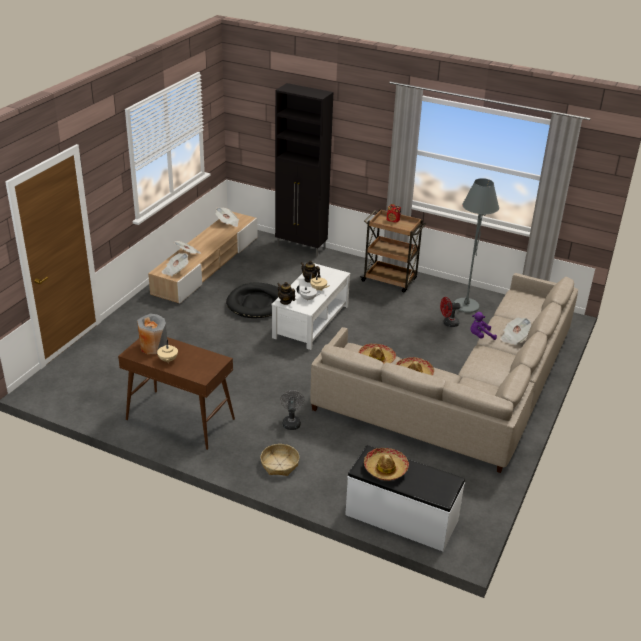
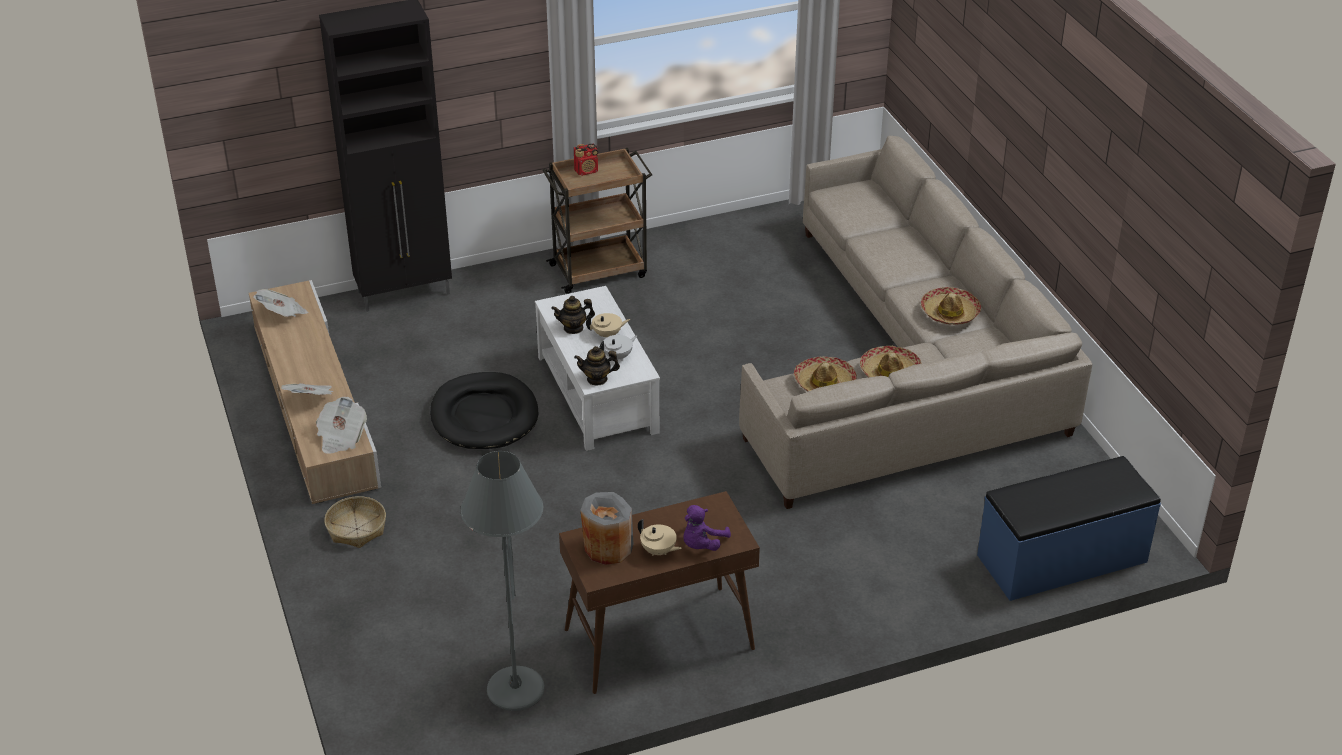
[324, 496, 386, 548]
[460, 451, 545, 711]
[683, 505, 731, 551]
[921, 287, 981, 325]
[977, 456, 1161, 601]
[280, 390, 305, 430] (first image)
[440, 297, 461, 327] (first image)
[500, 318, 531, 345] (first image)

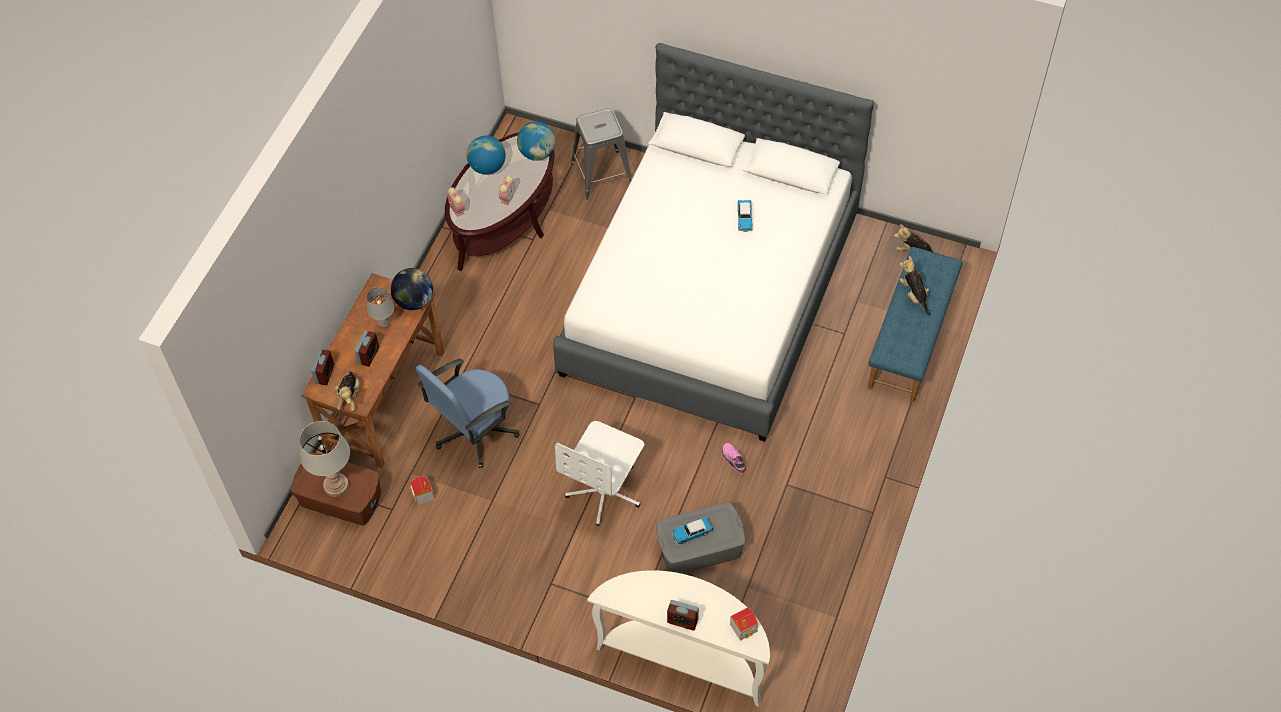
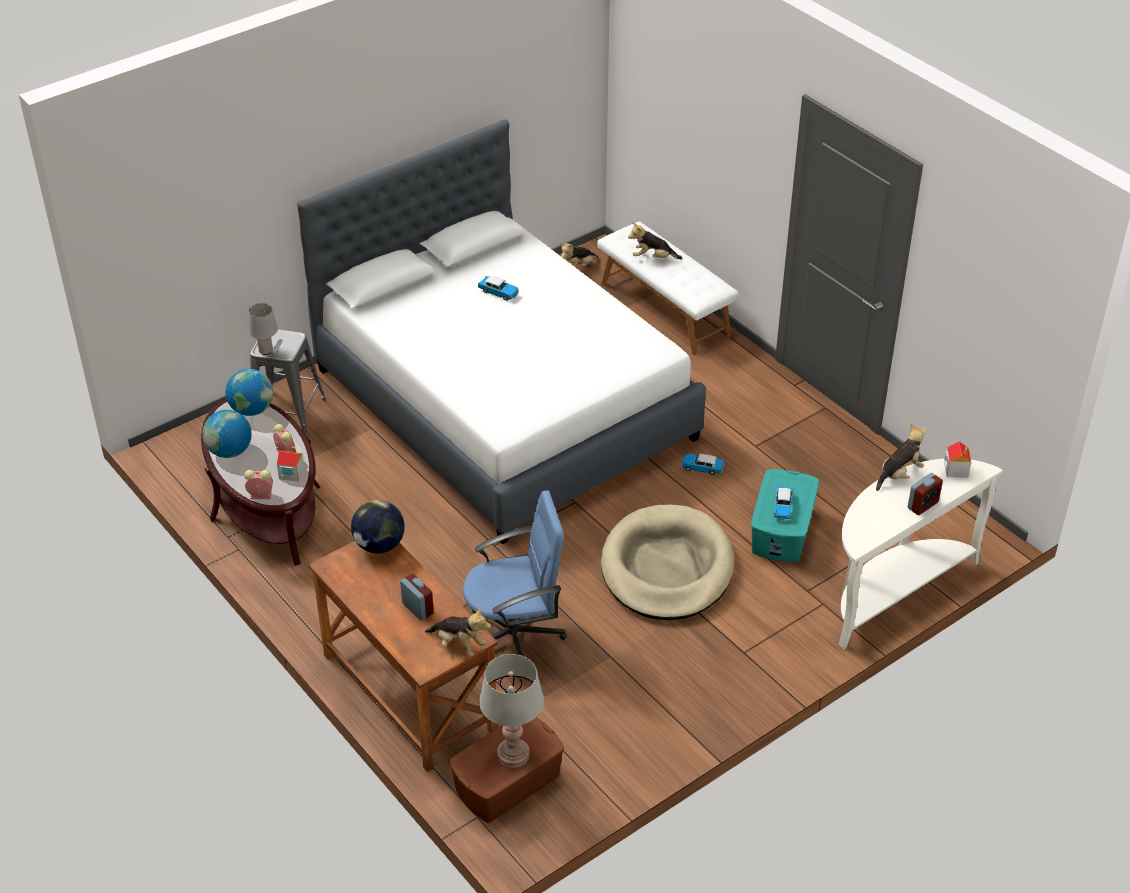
[248, 303, 278, 355]
[277, 446, 304, 482]
[463, 490, 567, 656]
[597, 222, 739, 355]
[601, 505, 734, 620]
[681, 453, 724, 475]
[751, 469, 819, 562]
[876, 424, 926, 491]
[311, 349, 334, 385] (first image)

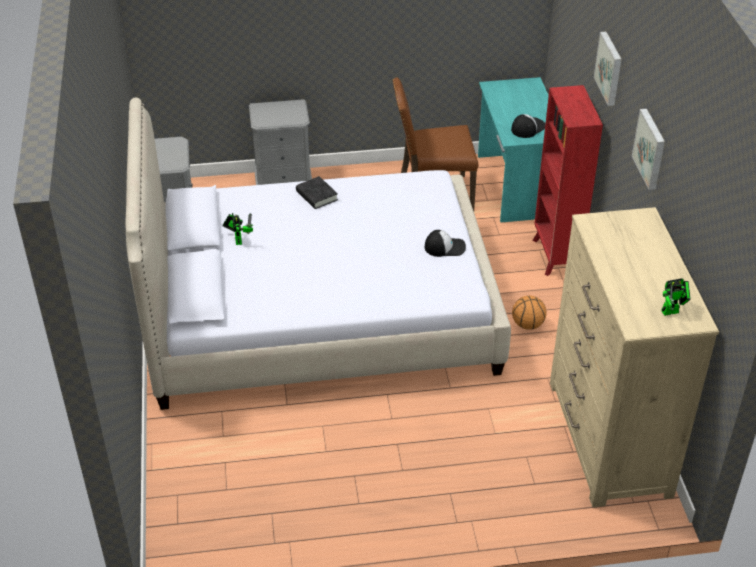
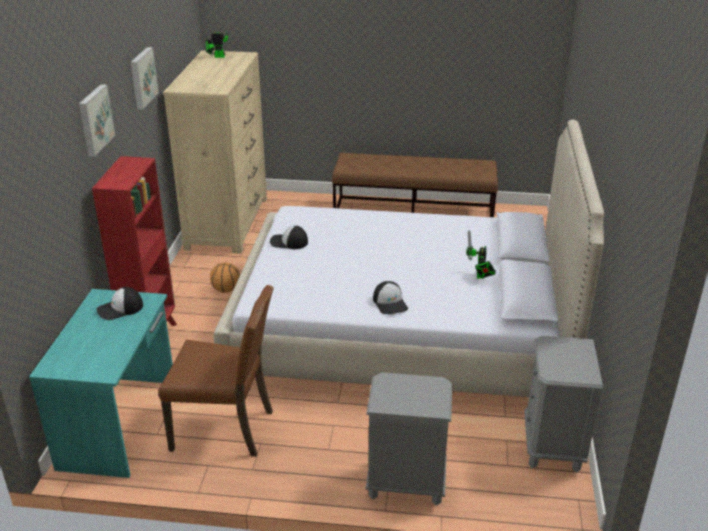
[332, 153, 498, 217]
[373, 281, 408, 314]

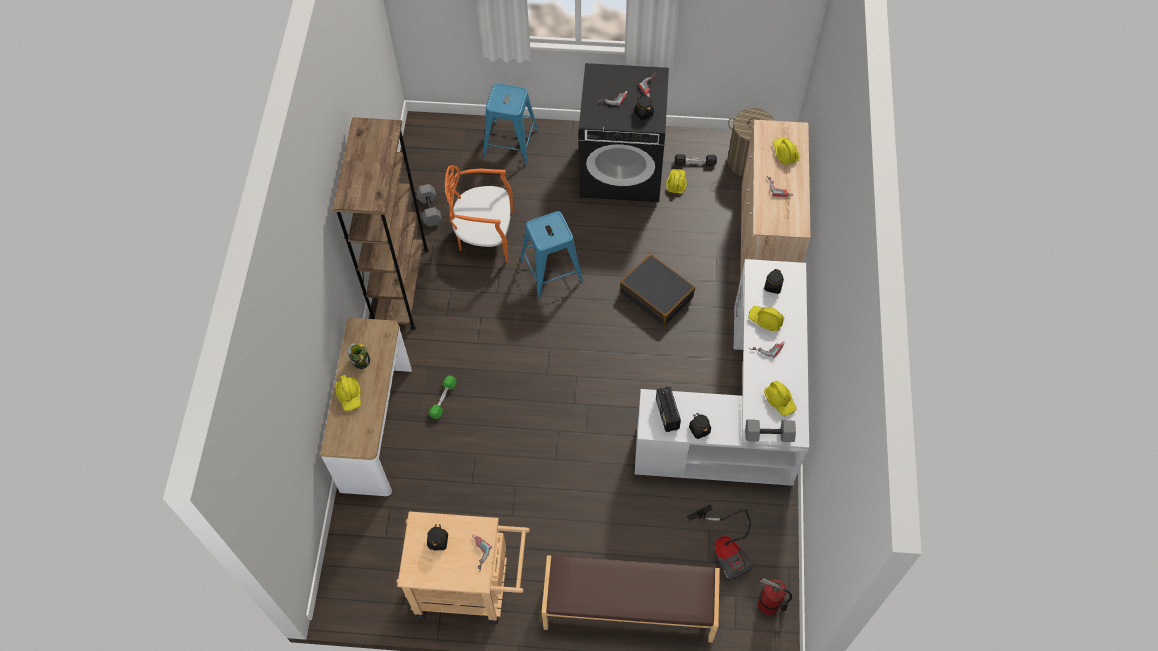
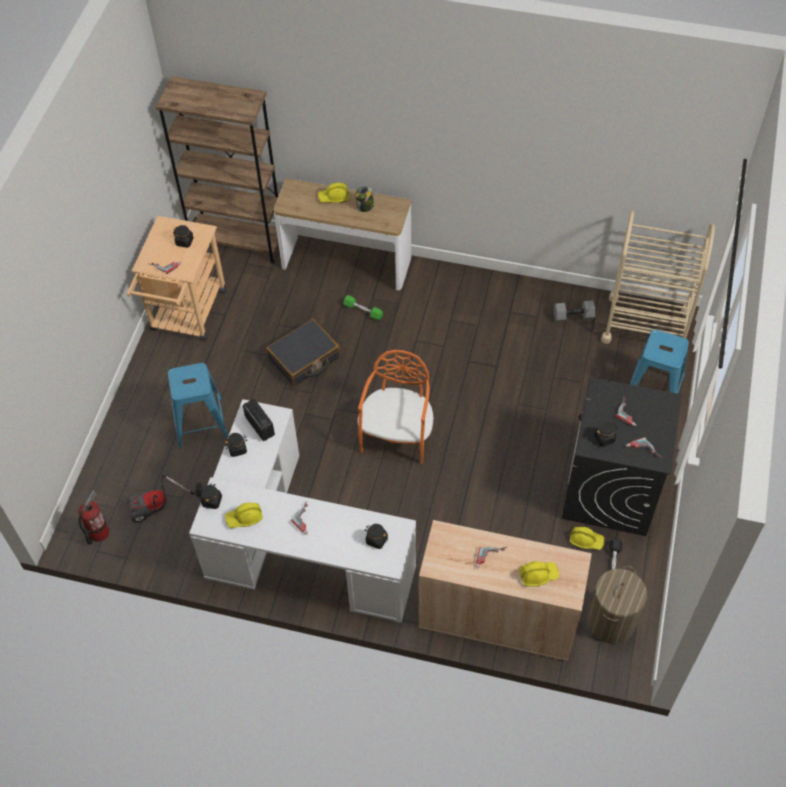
[156, 76, 278, 264]
[168, 363, 228, 448]
[201, 483, 222, 509]
[243, 399, 275, 441]
[266, 319, 340, 386]
[358, 350, 433, 464]
[601, 210, 715, 344]
[542, 555, 720, 642] (first image)
[748, 306, 784, 331] (first image)

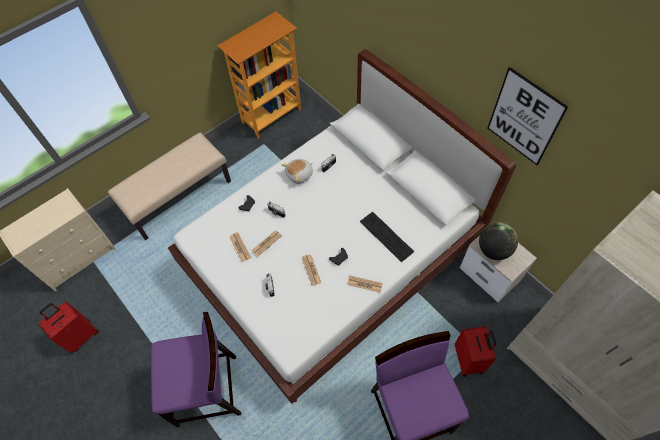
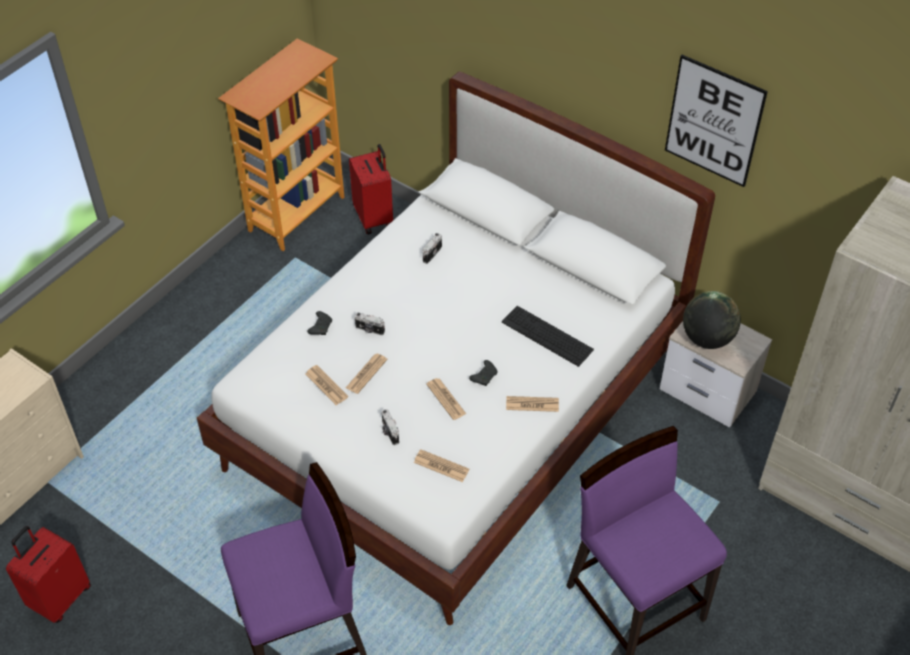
[349, 144, 393, 234]
[414, 450, 469, 482]
[108, 133, 231, 240] (first image)
[282, 159, 313, 184] (first image)

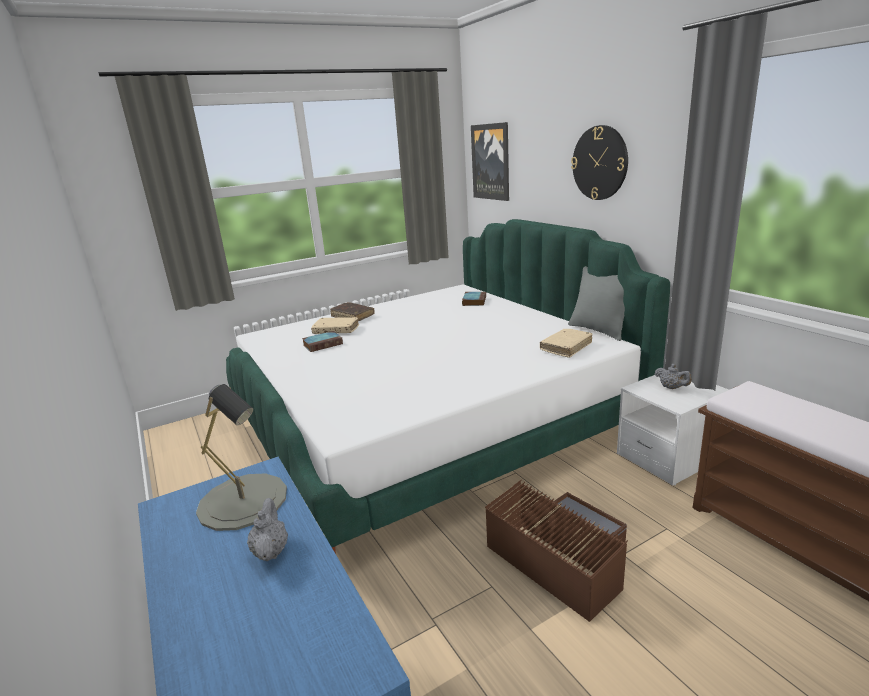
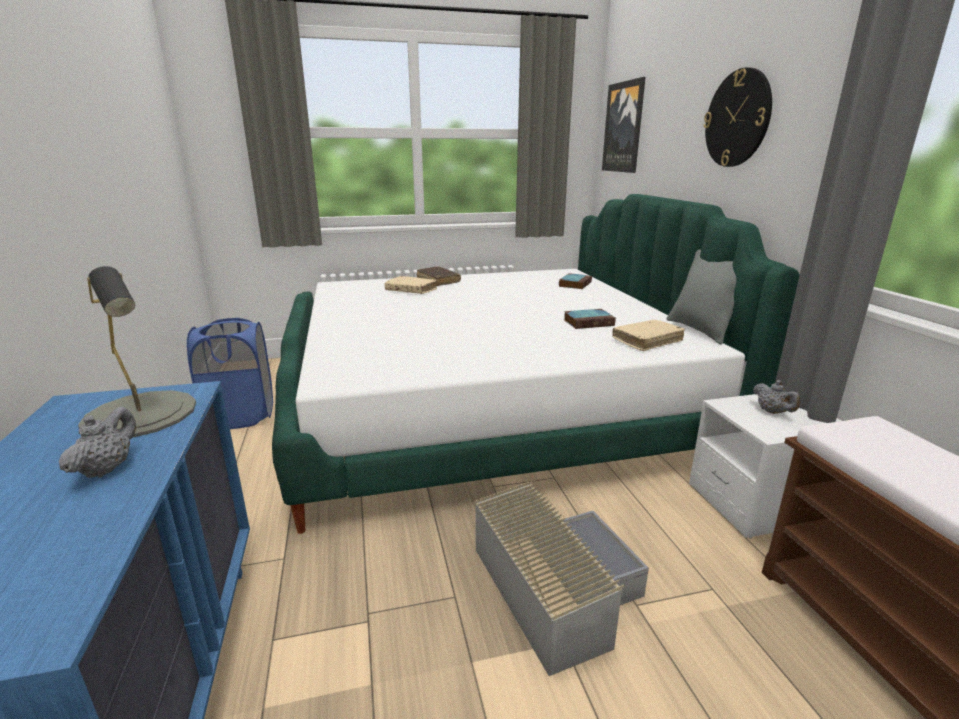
[187, 318, 273, 429]
[474, 481, 649, 676]
[564, 309, 616, 329]

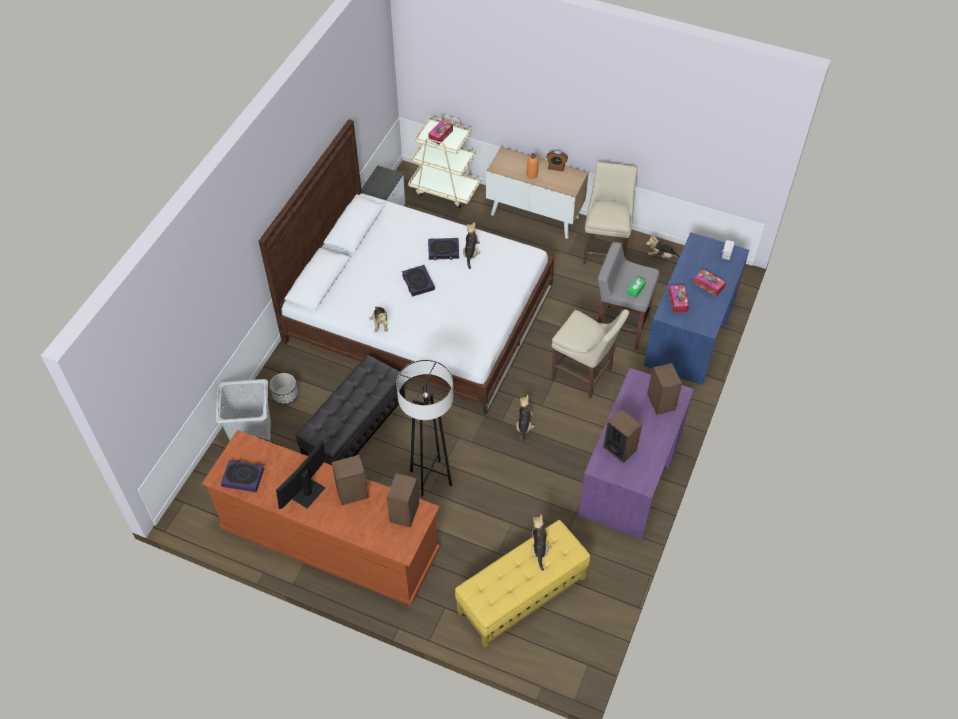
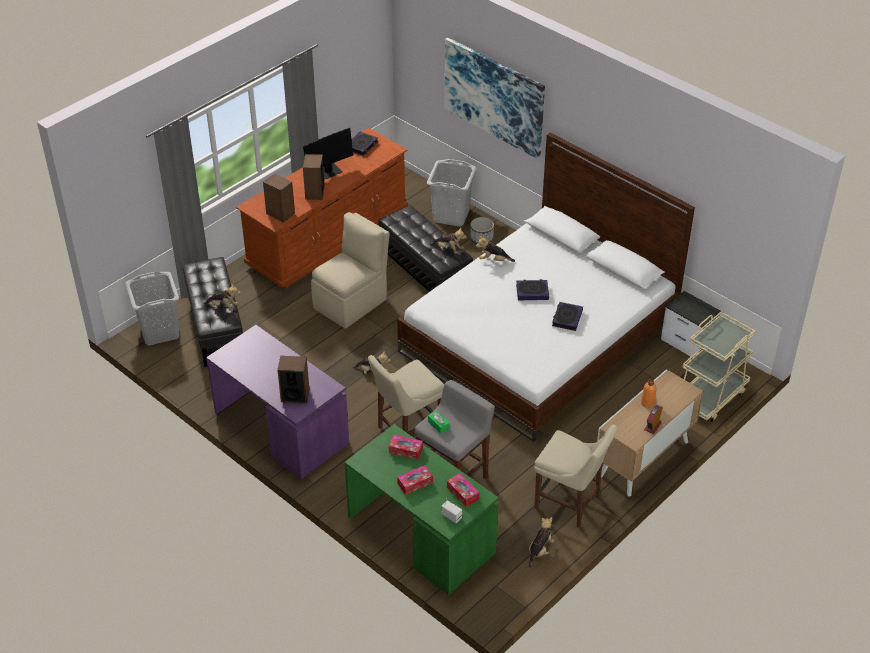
[125, 271, 180, 345]
[183, 257, 243, 367]
[303, 128, 353, 180]
[311, 212, 390, 328]
[345, 424, 499, 595]
[430, 227, 467, 254]
[445, 38, 545, 159]
[447, 473, 480, 507]
[603, 409, 642, 463] (first image)

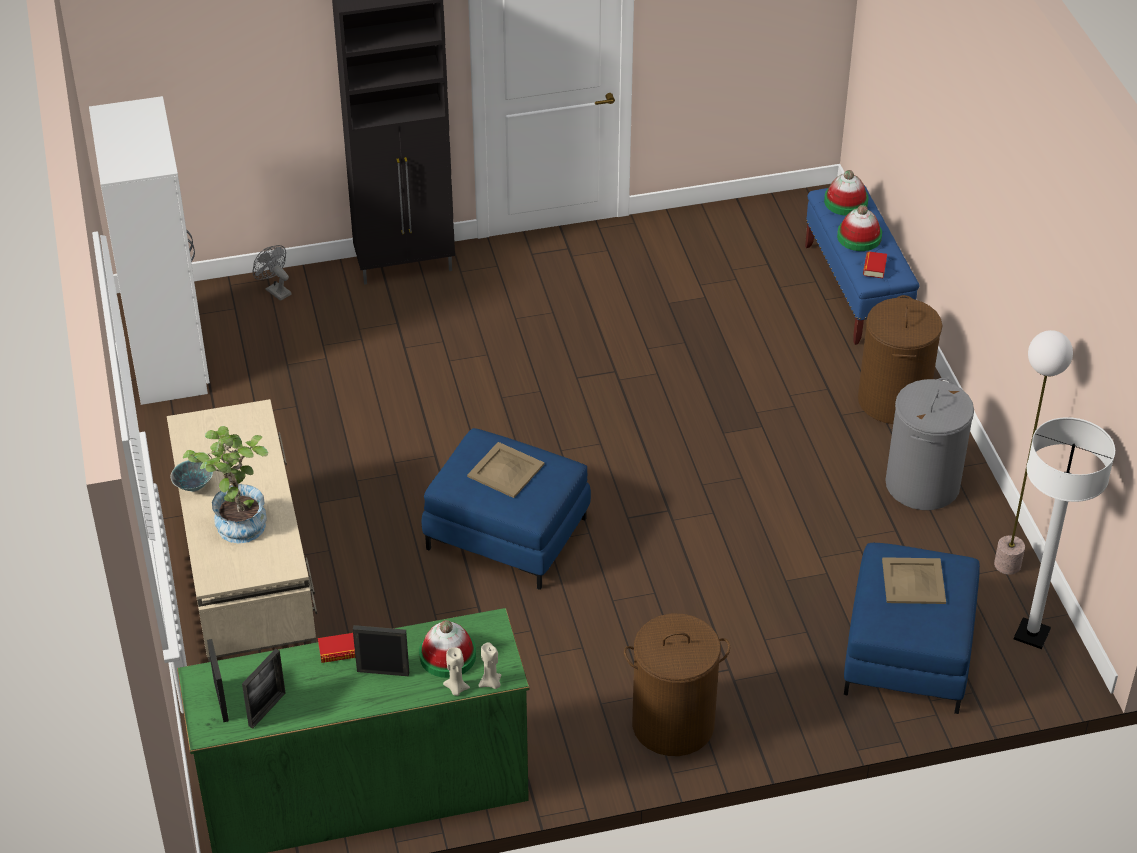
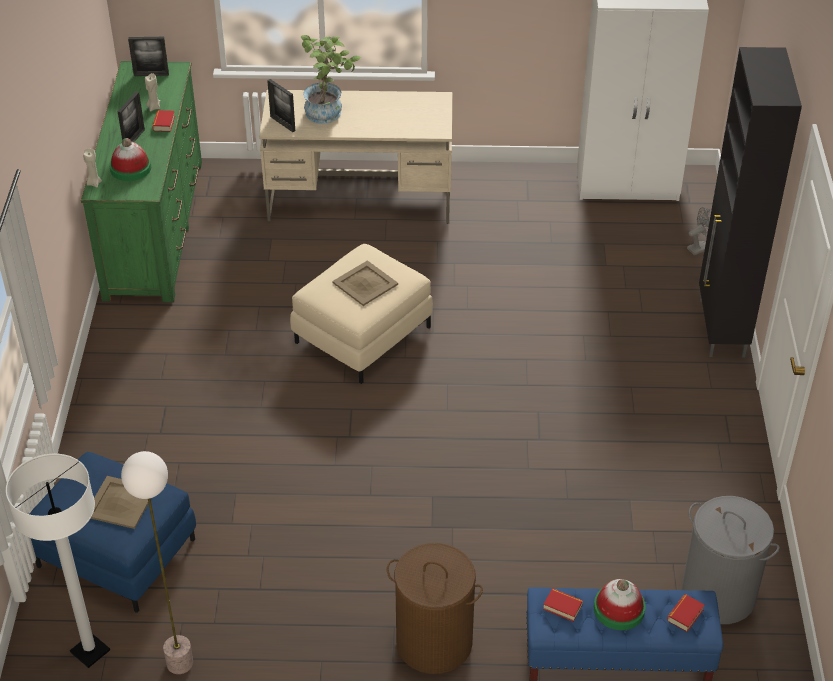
[145, 73, 160, 111]
[267, 79, 295, 132]
[290, 244, 433, 384]
[667, 594, 705, 632]
[681, 496, 779, 624]
[171, 460, 213, 492] (first image)
[624, 614, 730, 756] (first image)

